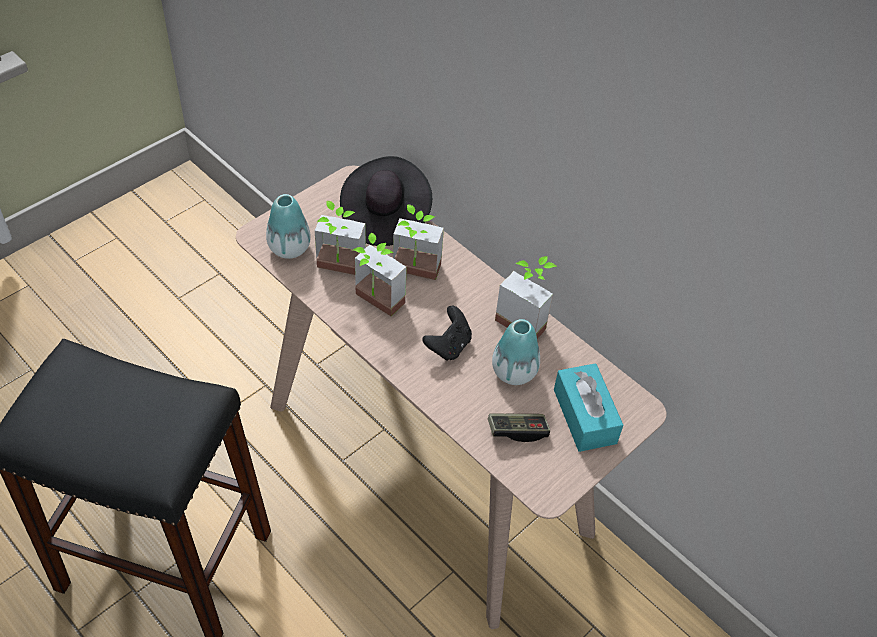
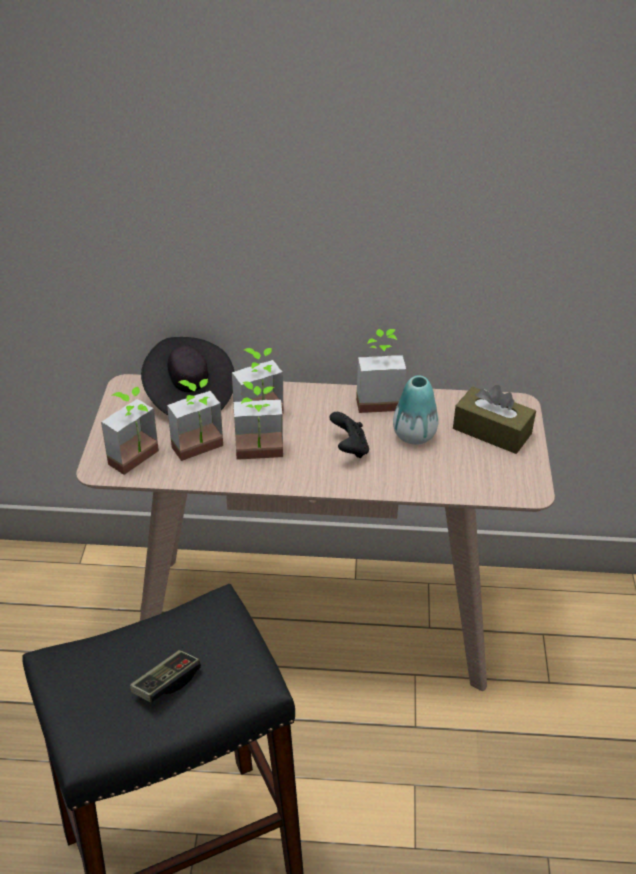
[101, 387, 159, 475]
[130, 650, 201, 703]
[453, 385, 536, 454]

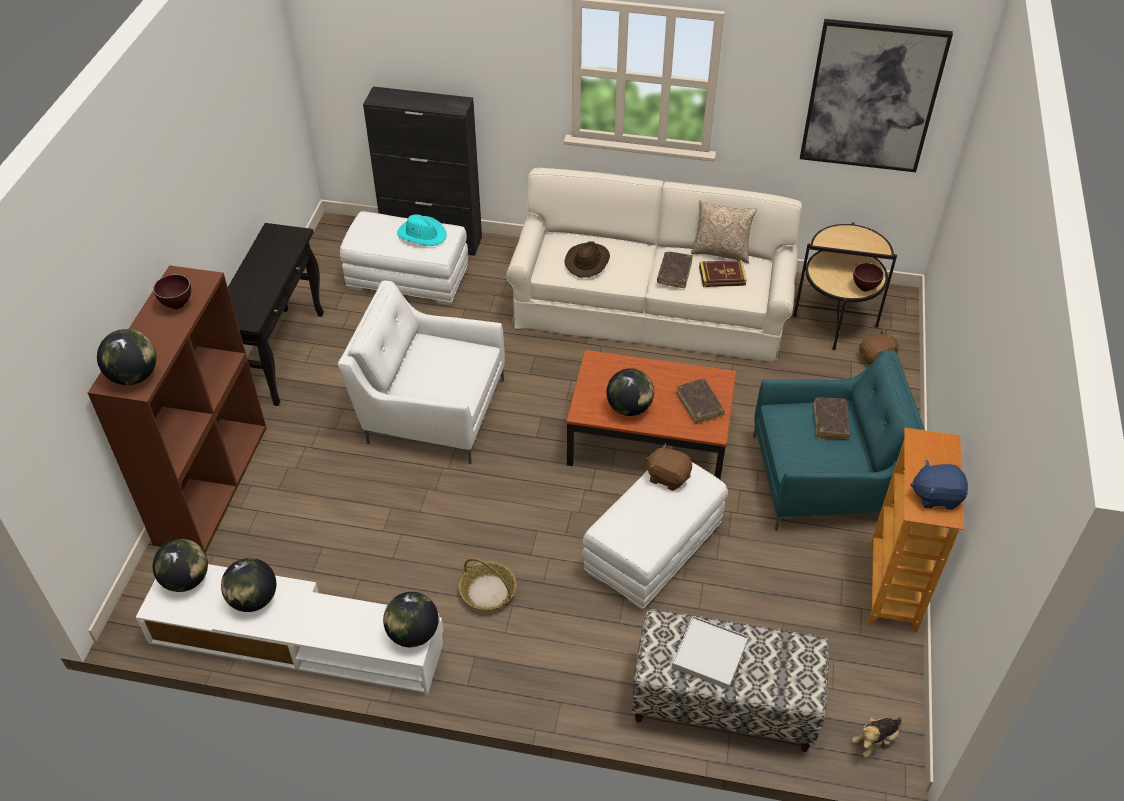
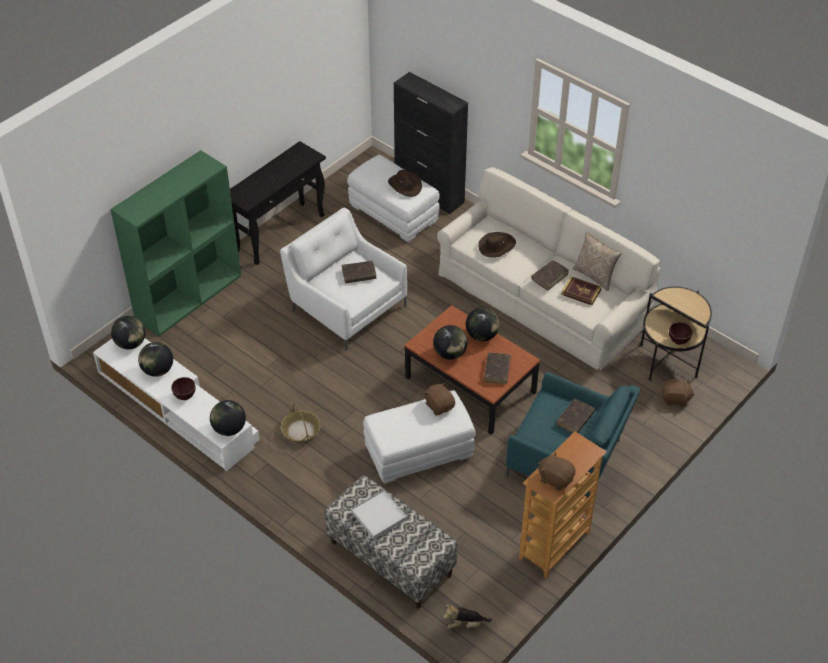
[110, 150, 241, 336]
[171, 377, 196, 400]
[341, 261, 376, 283]
[388, 170, 422, 197]
[466, 307, 500, 341]
[538, 452, 575, 490]
[800, 19, 953, 172] (first image)

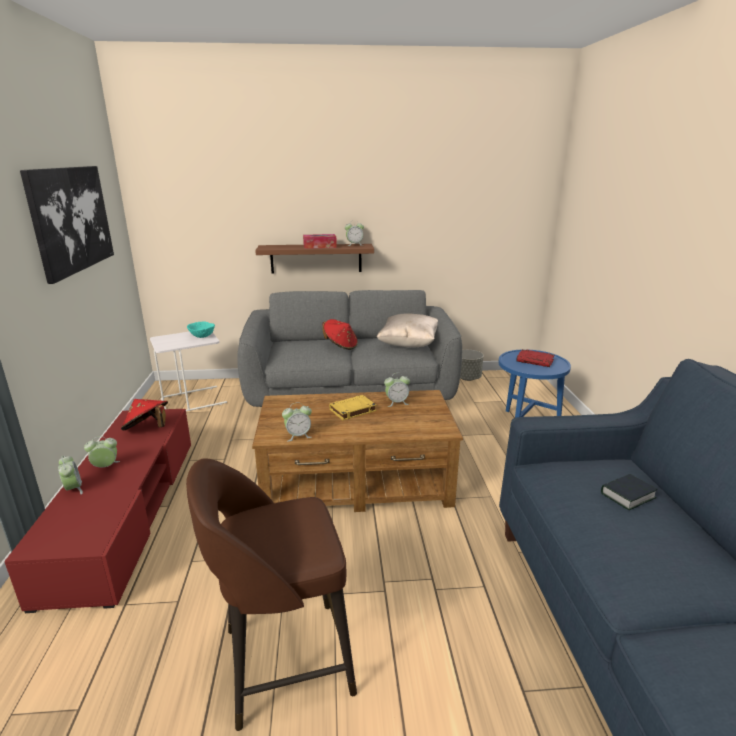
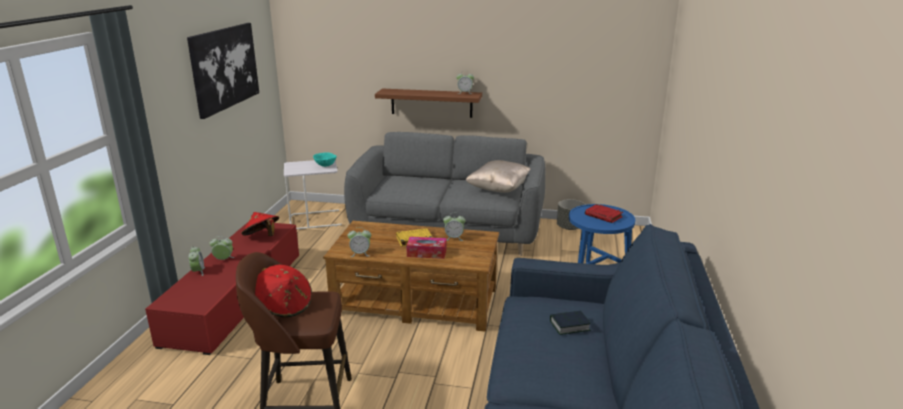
[255, 265, 312, 318]
[406, 237, 446, 259]

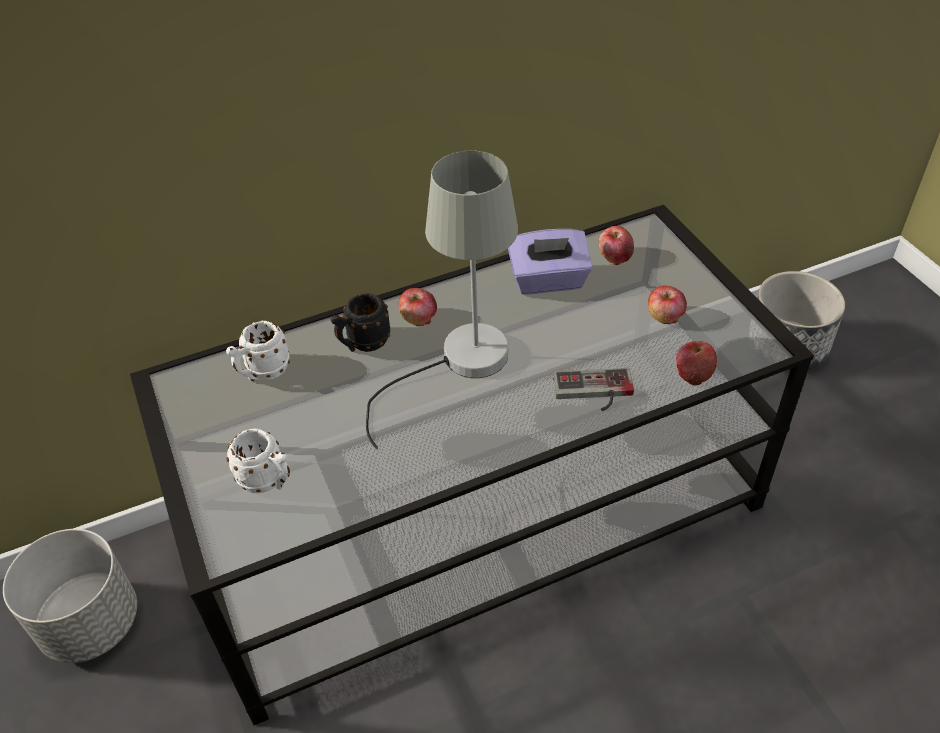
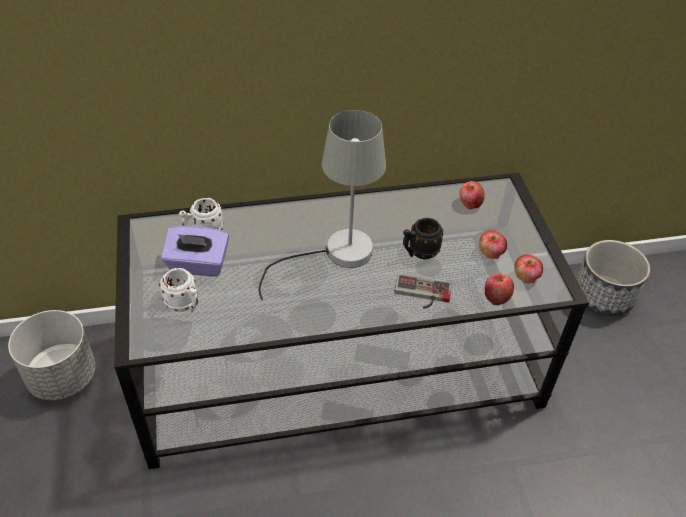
[161, 226, 229, 277]
[403, 218, 444, 259]
[514, 254, 543, 284]

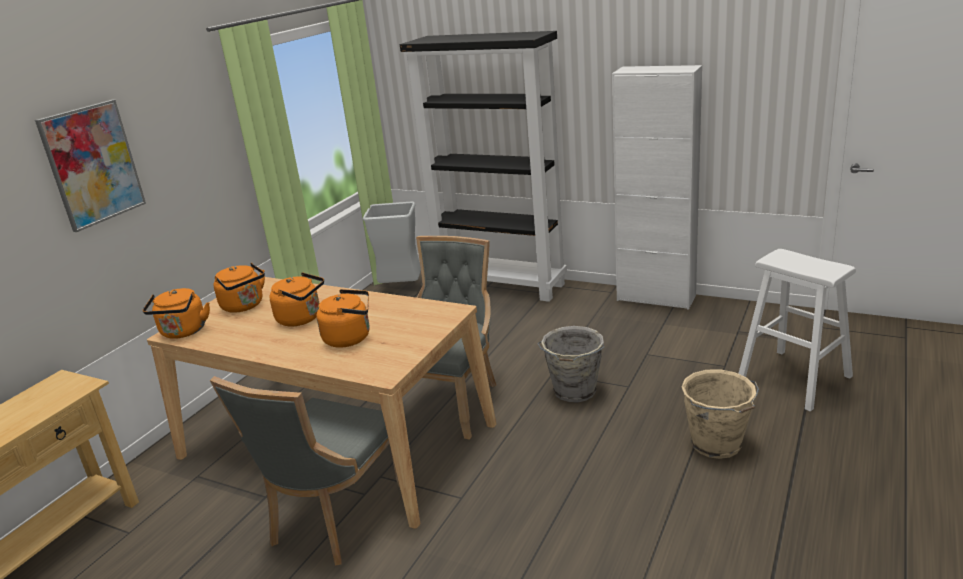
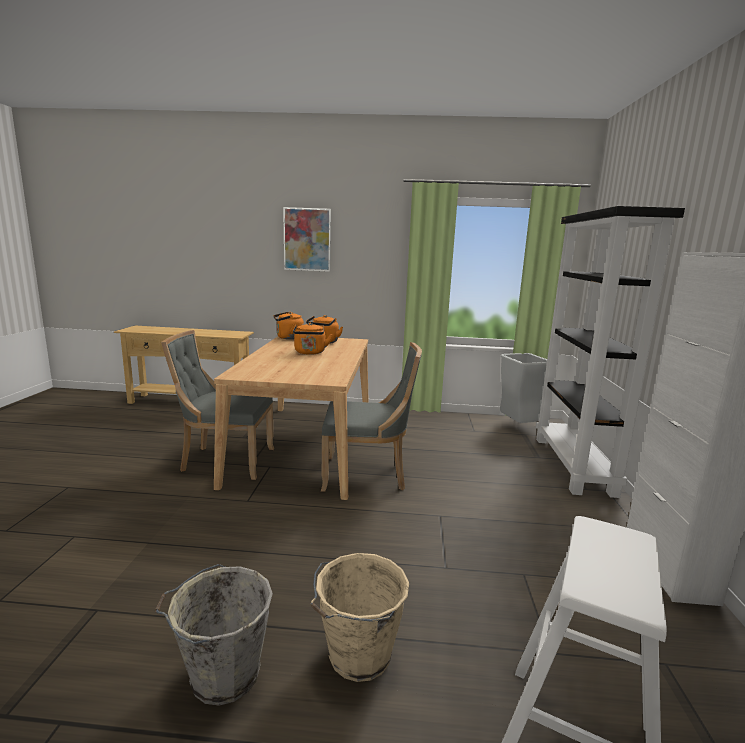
[155, 564, 273, 706]
[317, 289, 370, 348] (first image)

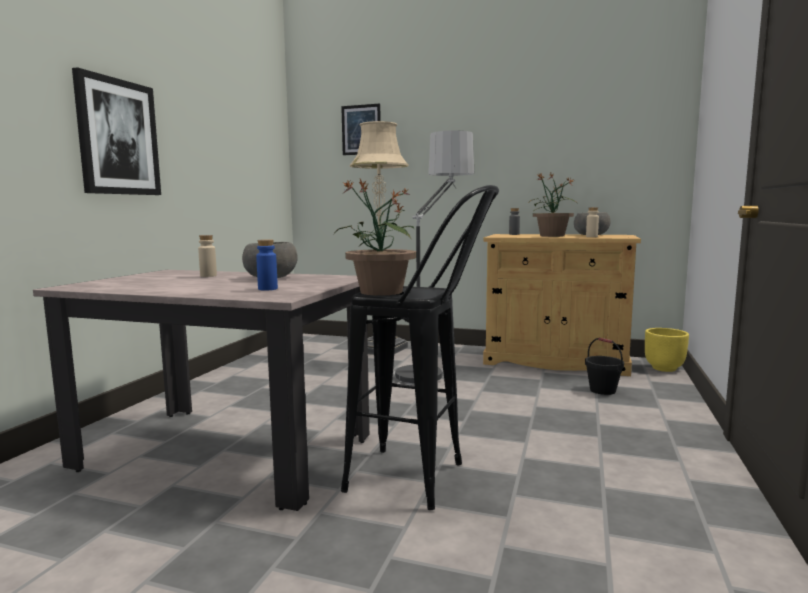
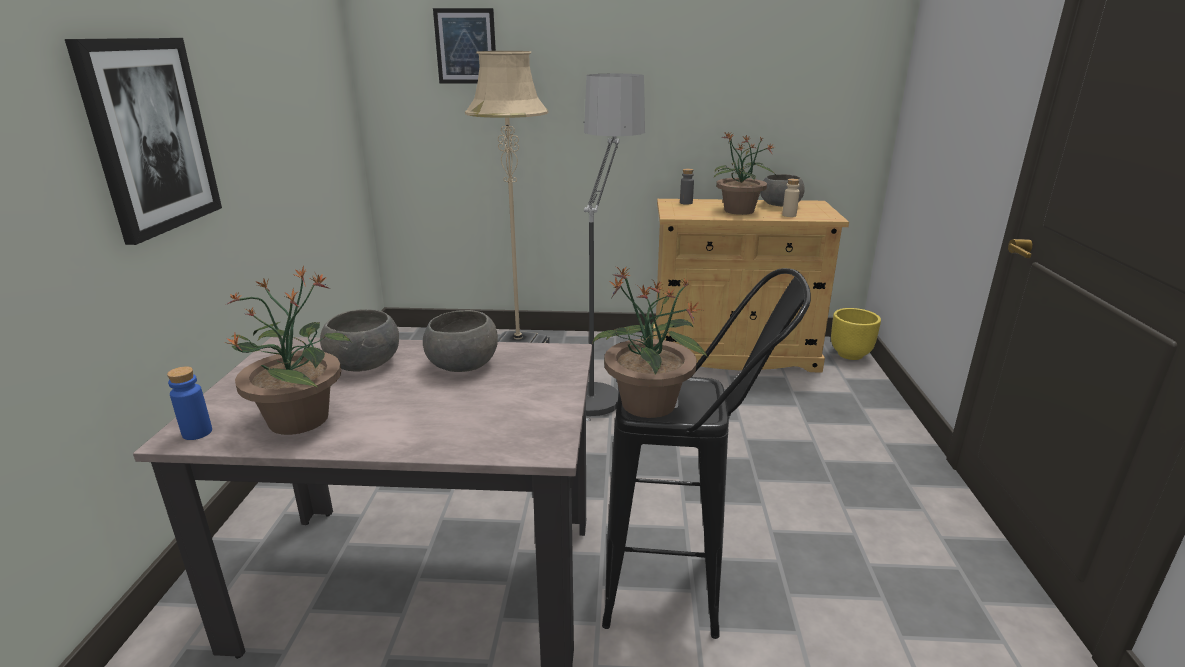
[167, 366, 212, 440]
[226, 265, 351, 435]
[320, 309, 399, 372]
[585, 338, 624, 395] (first image)

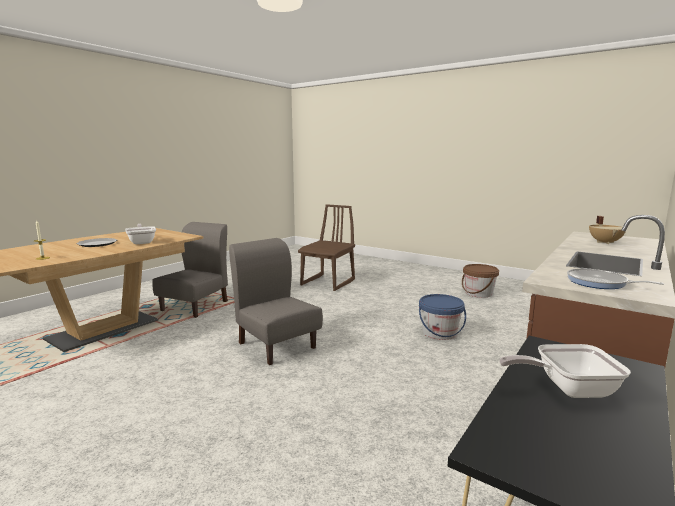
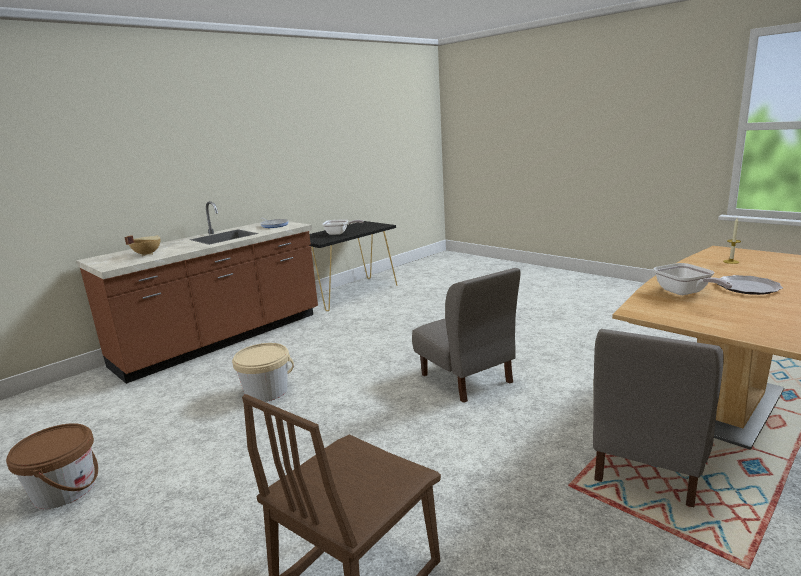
[232, 343, 294, 402]

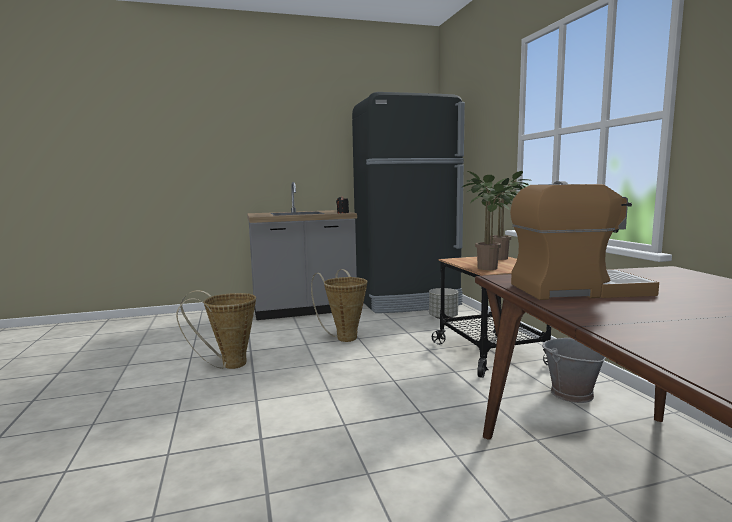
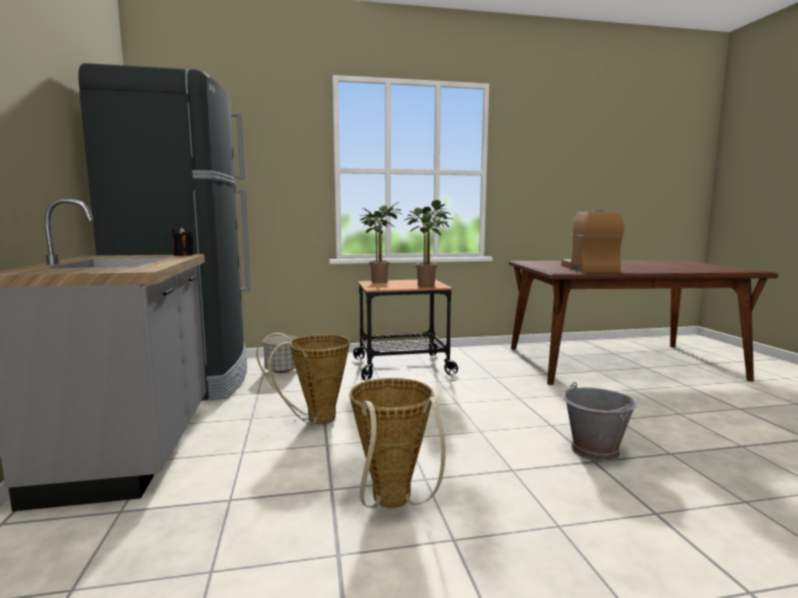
[562, 382, 637, 462]

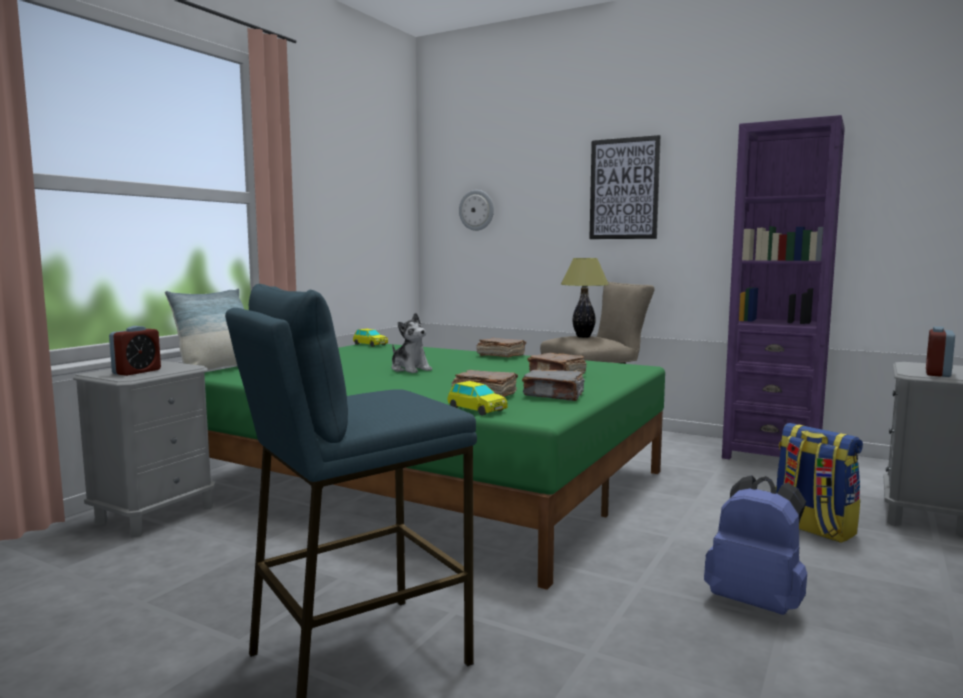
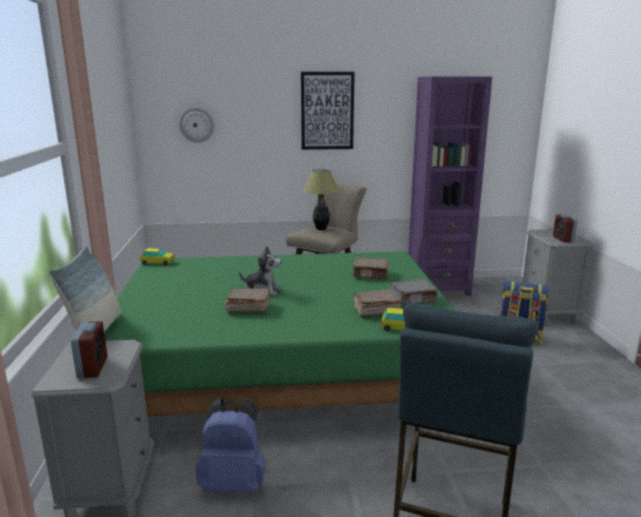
[195, 397, 265, 494]
[225, 288, 270, 313]

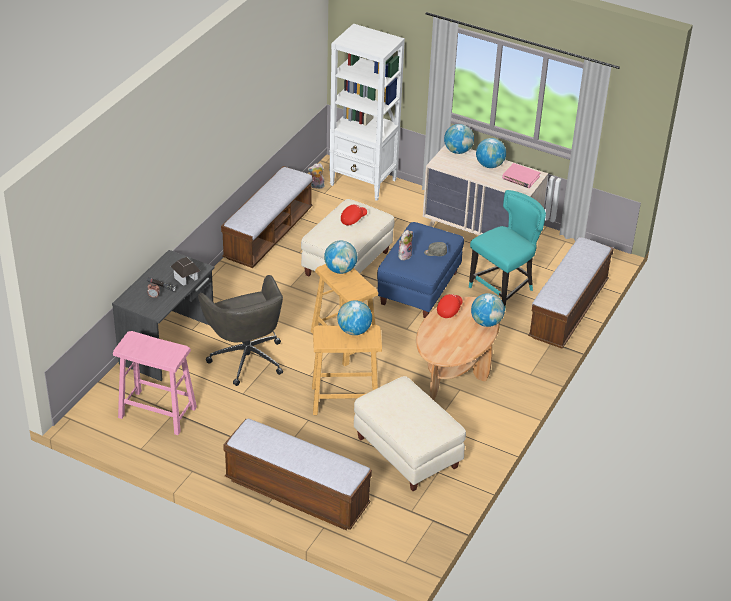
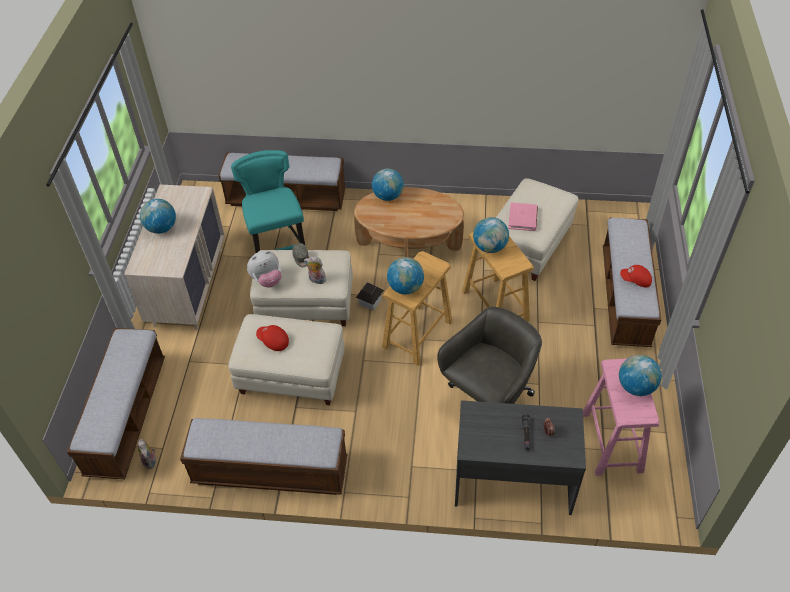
[67, 328, 165, 480]
[231, 150, 305, 253]
[247, 251, 282, 287]
[250, 250, 353, 326]
[356, 282, 384, 310]
[508, 202, 538, 231]
[619, 355, 662, 396]
[620, 265, 652, 288]

